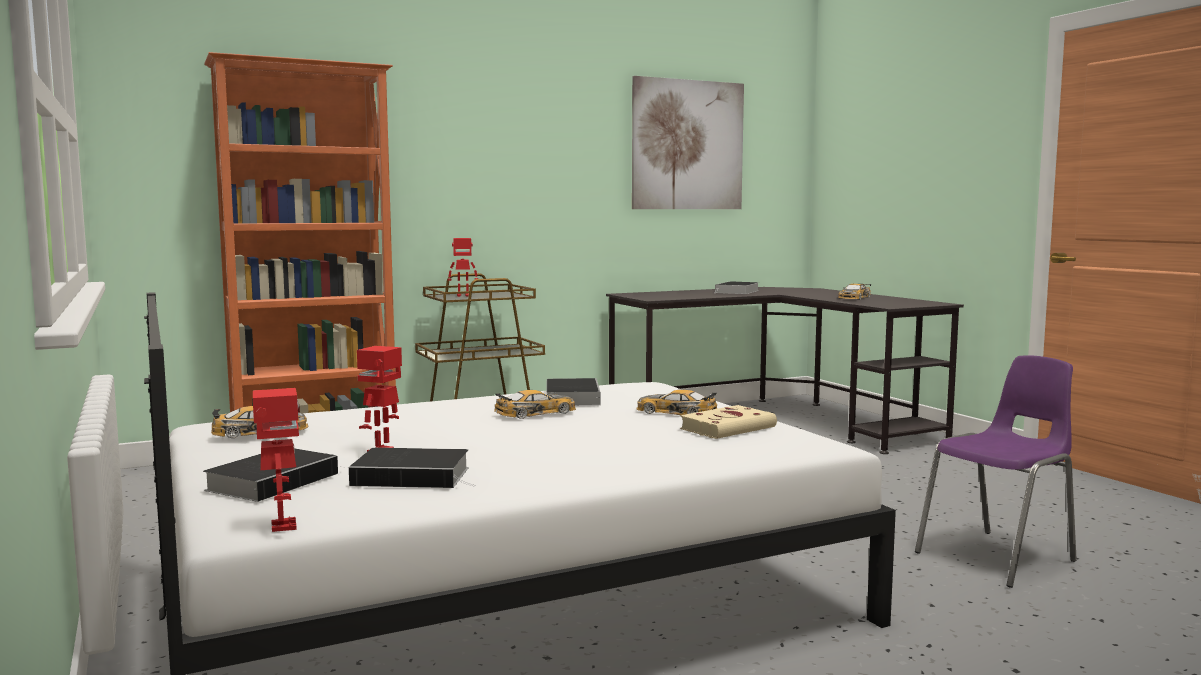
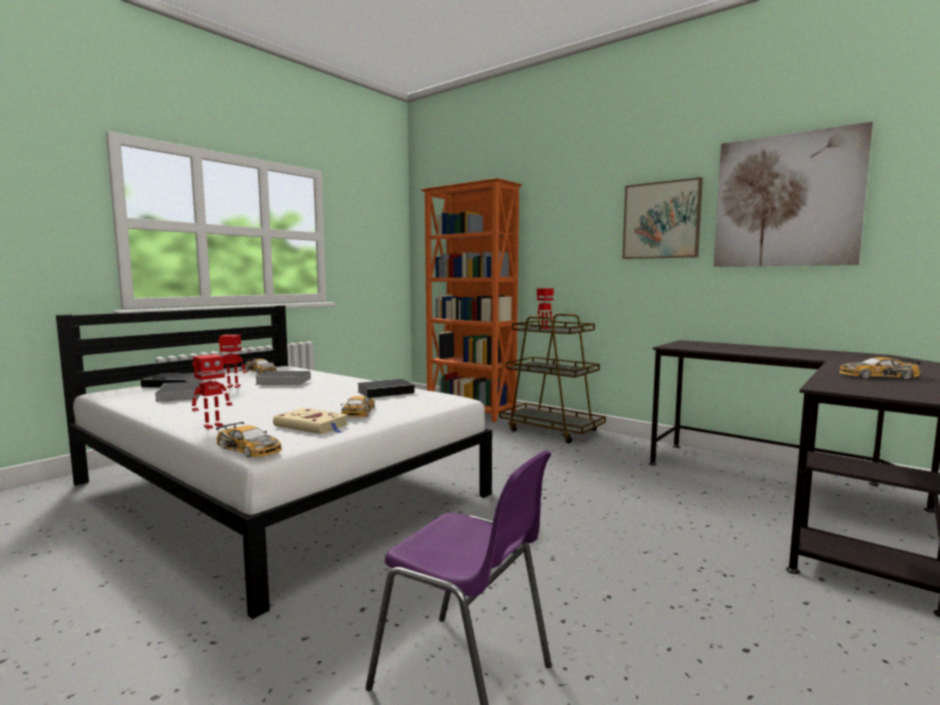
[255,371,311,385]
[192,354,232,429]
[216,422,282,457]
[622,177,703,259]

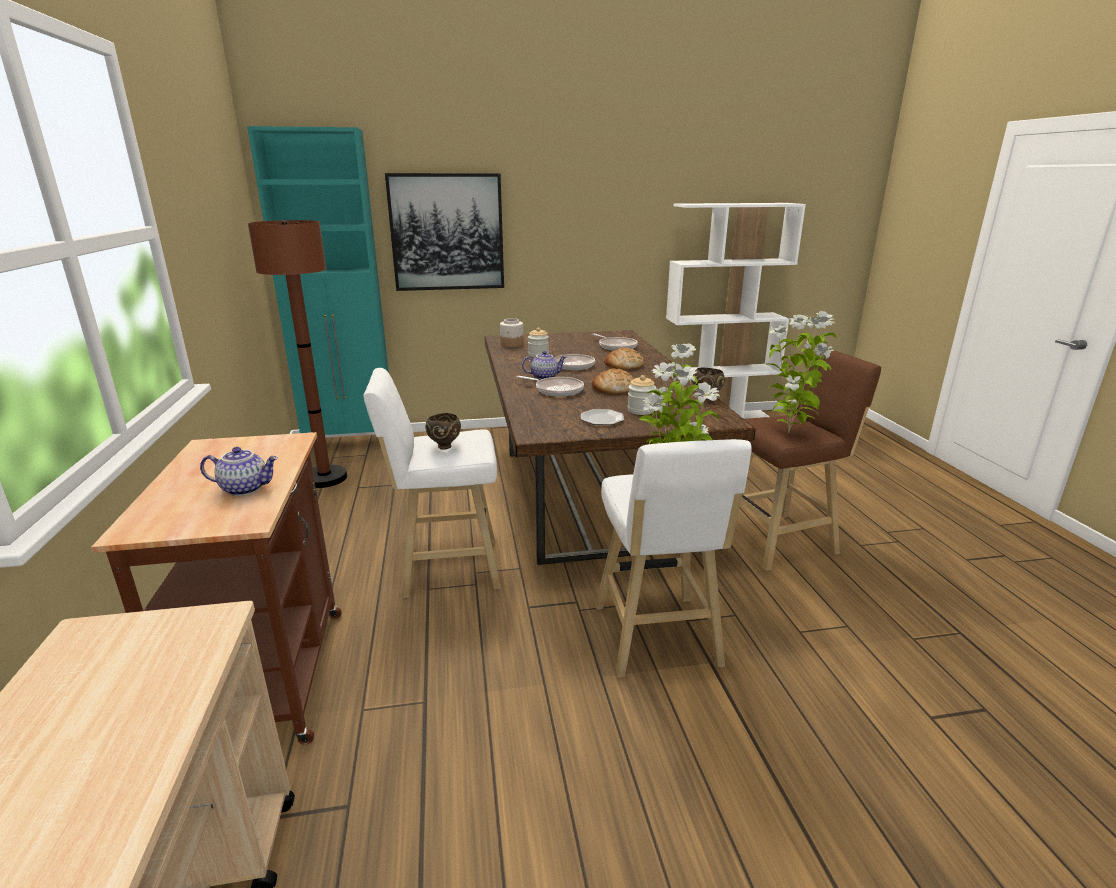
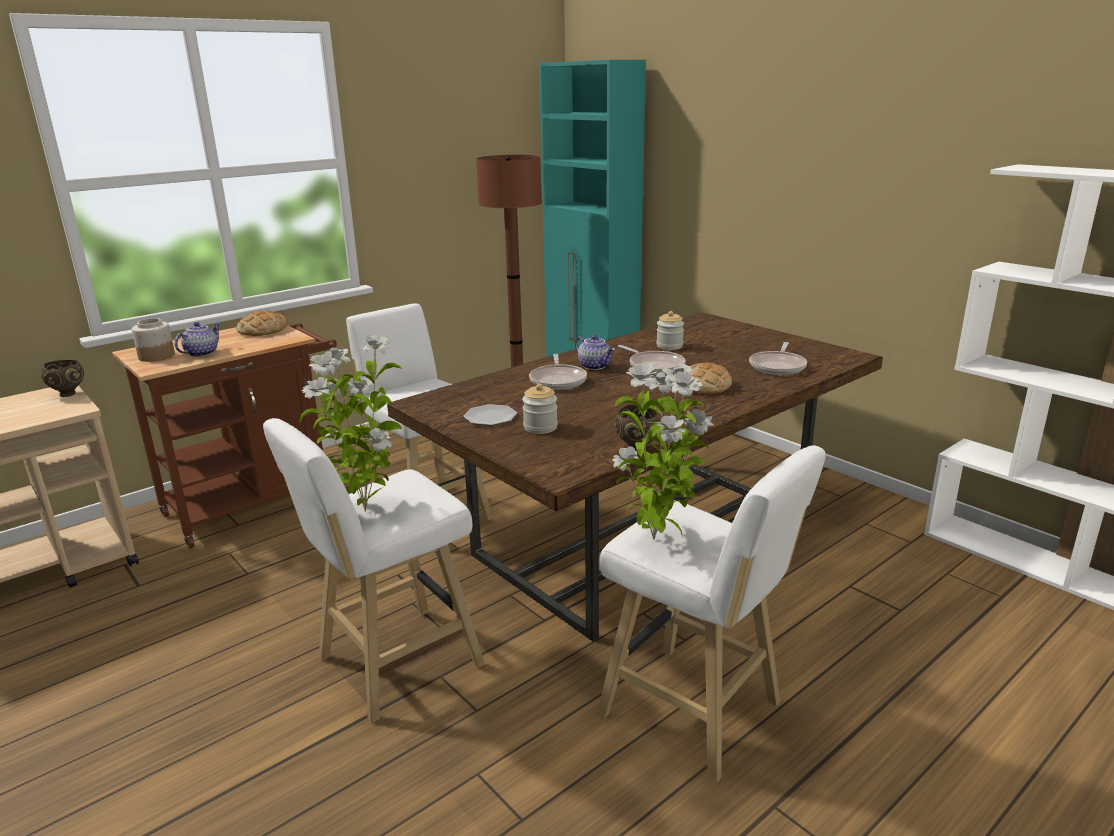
[385,173,504,291] (first image)
[132,318,175,362]
[597,445,826,783]
[237,311,288,336]
[41,360,84,397]
[174,322,220,357]

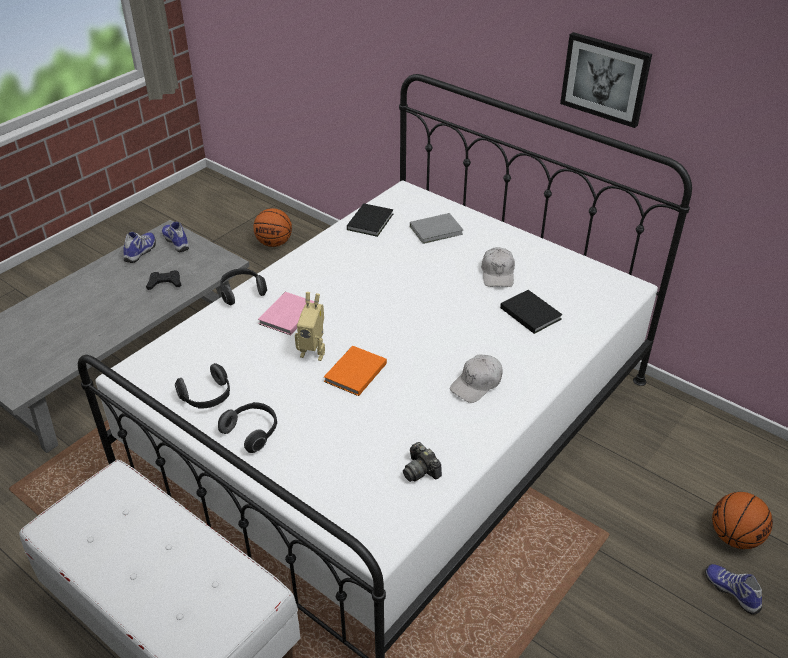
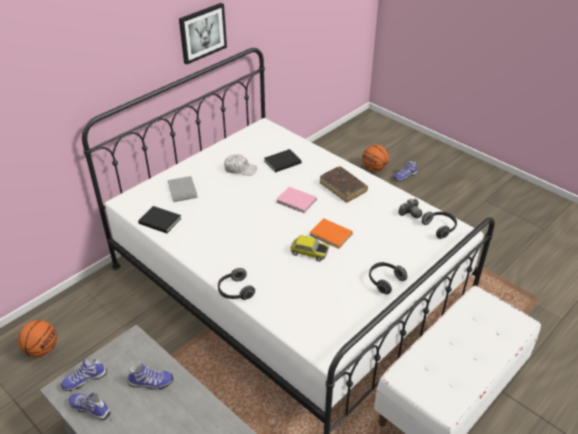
[127,363,173,389]
[276,187,317,213]
[291,235,329,261]
[320,166,368,203]
[422,212,457,239]

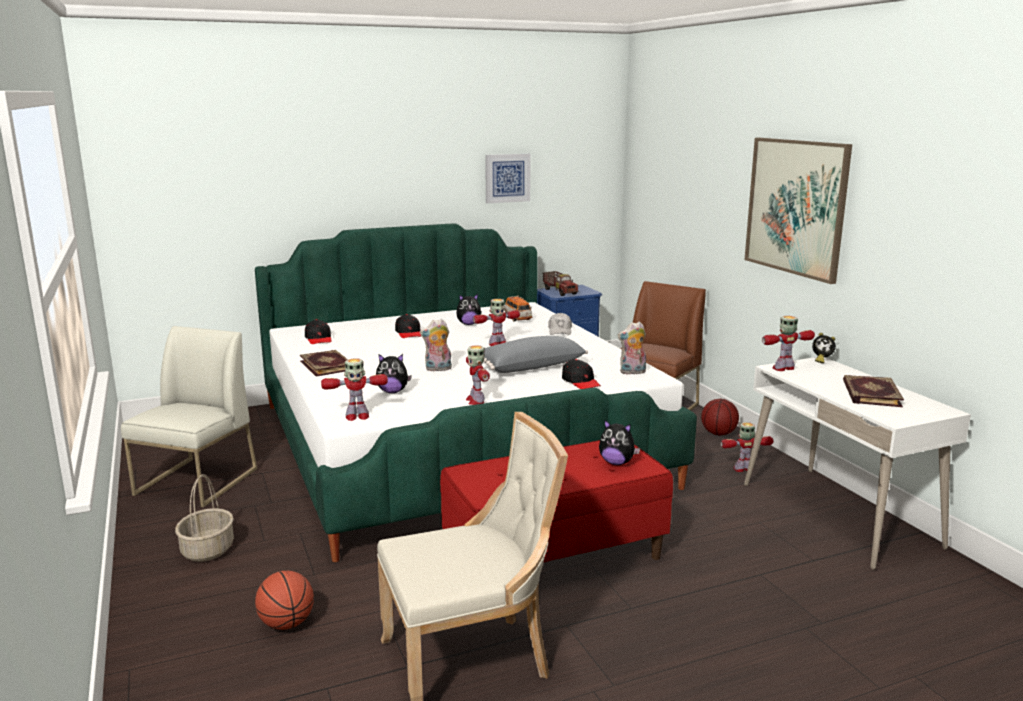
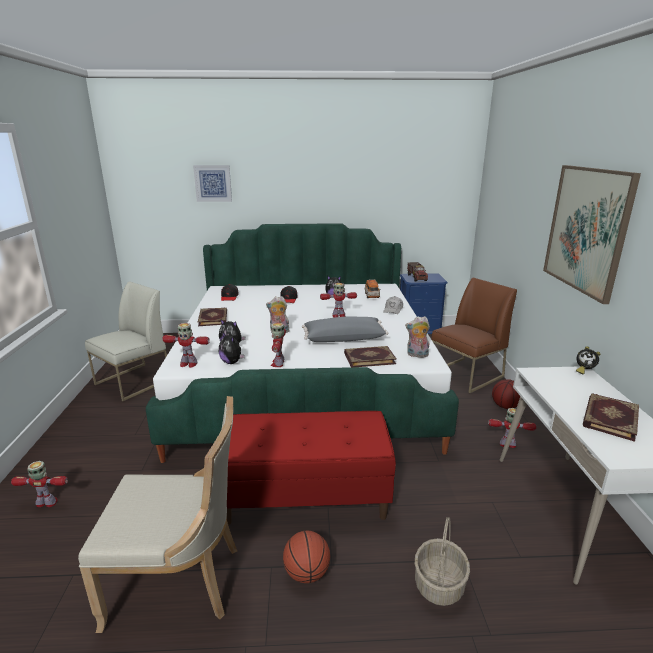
[193,165,232,202]
[11,461,68,507]
[344,346,397,367]
[219,333,245,364]
[415,517,470,606]
[283,531,330,583]

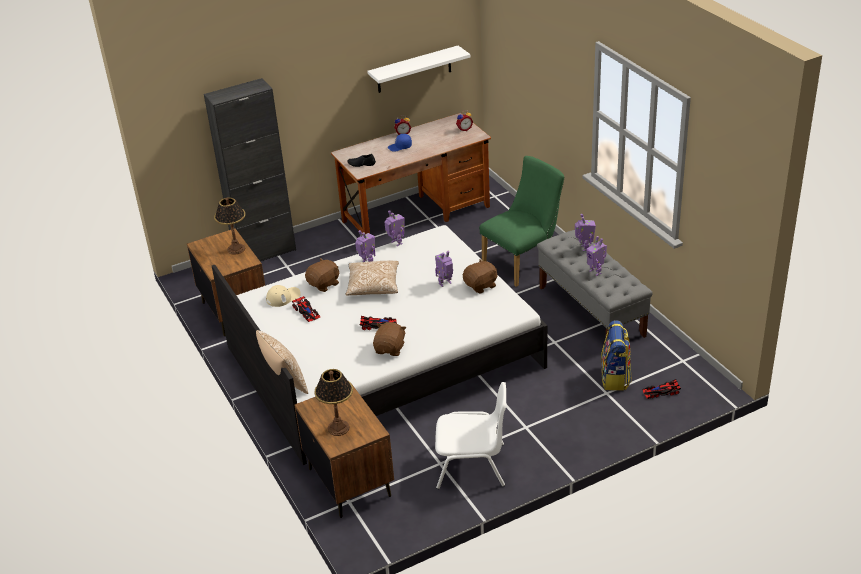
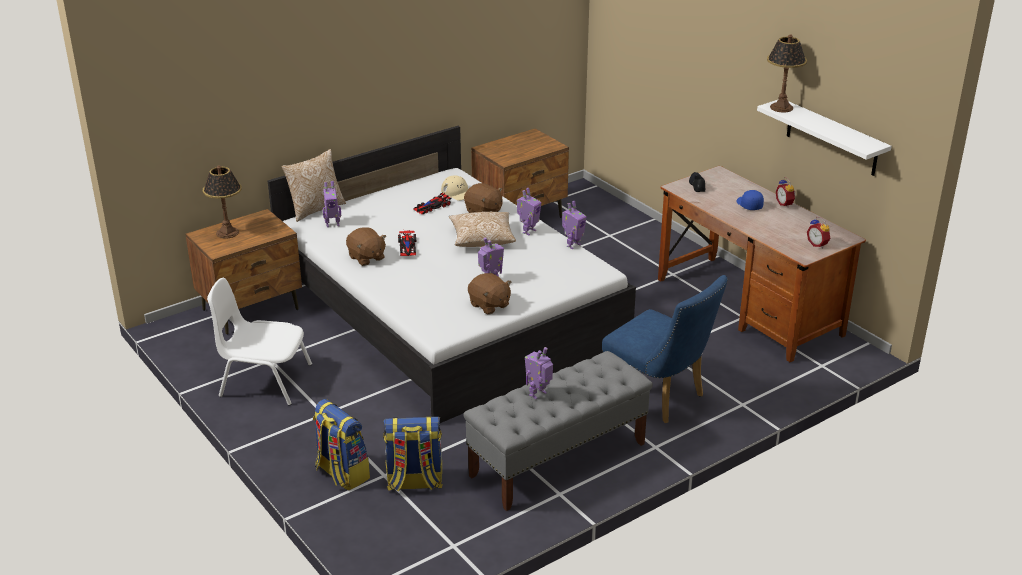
[204,78,296,262] (first image)
[602,275,728,423]
[767,34,807,112]
[323,181,341,227]
[346,227,386,266]
[643,379,681,399] (first image)
[207,278,312,406]
[313,399,370,490]

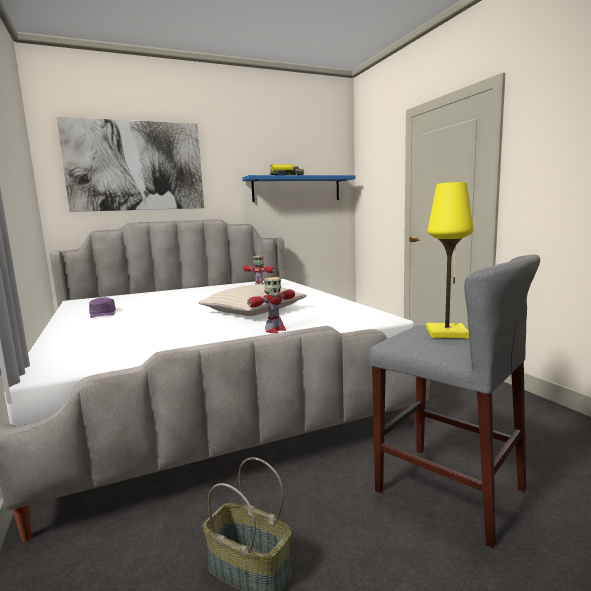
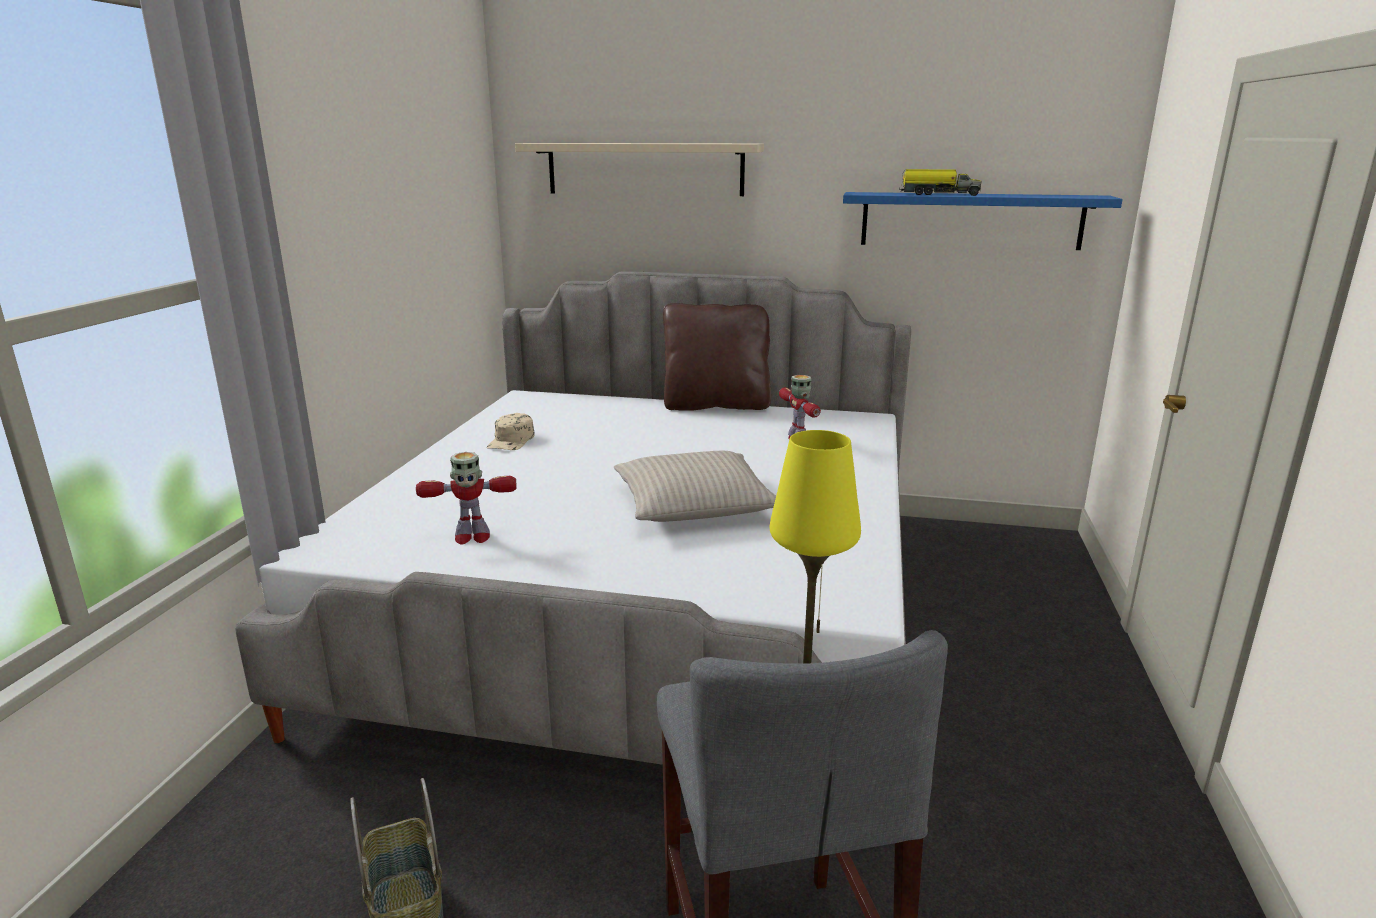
[515,143,764,196]
[416,452,517,544]
[487,413,535,450]
[663,303,771,411]

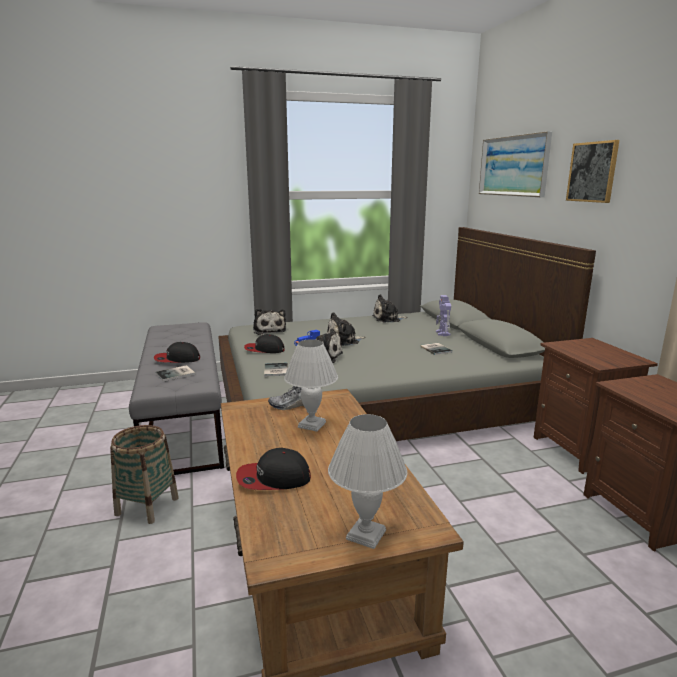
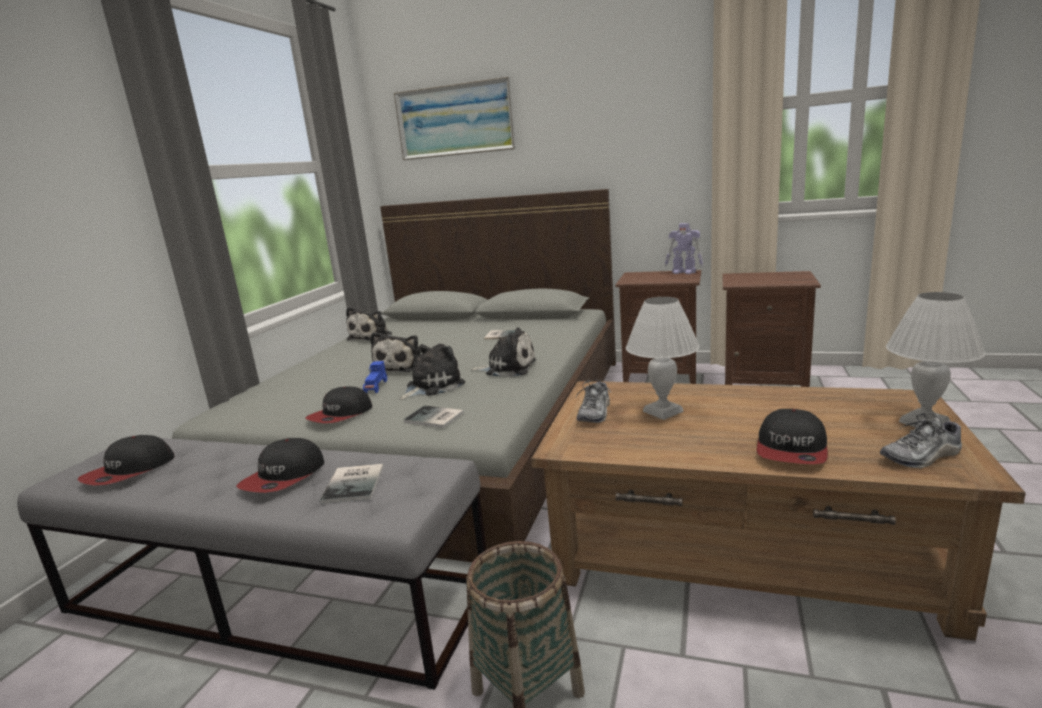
[566,140,619,203] (first image)
[665,223,703,274]
[471,327,536,377]
[880,413,962,469]
[77,435,175,485]

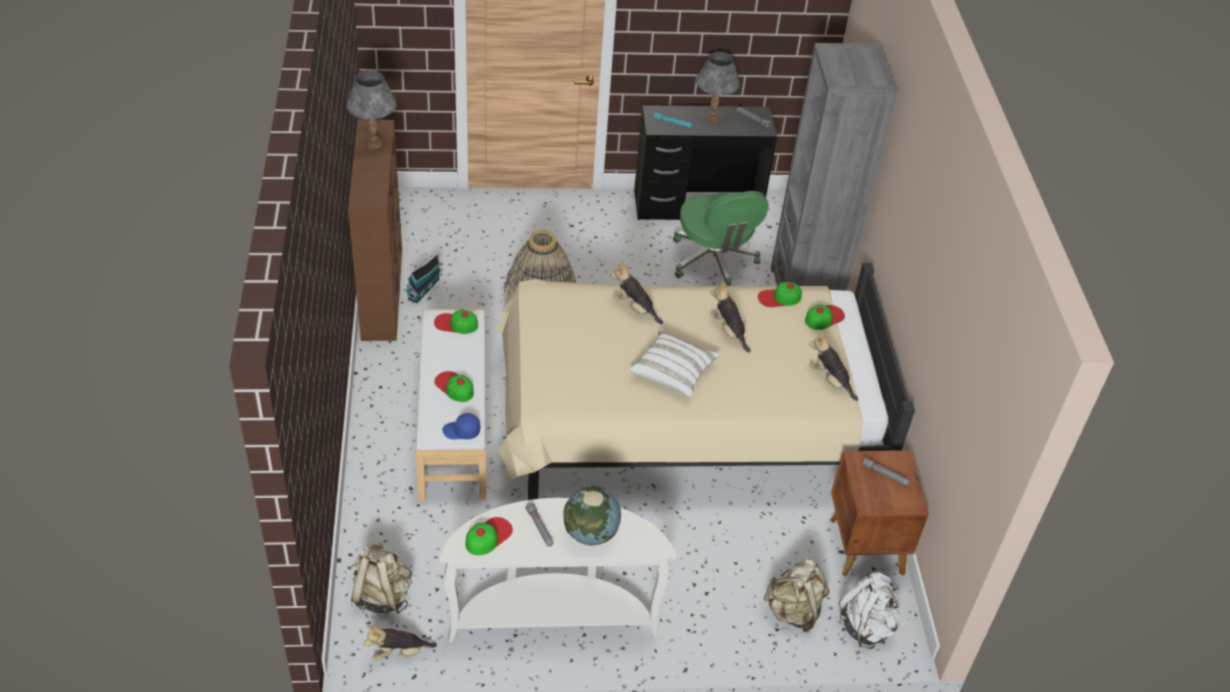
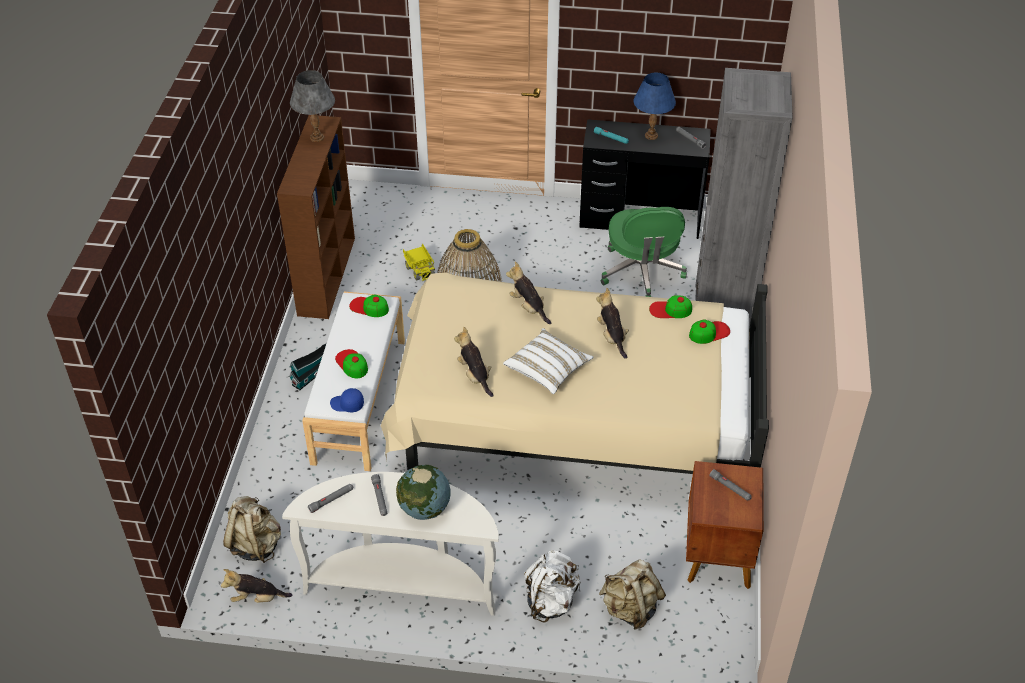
[633,73,676,140]
[289,343,326,390]
[454,327,494,397]
[308,484,353,513]
[525,550,581,622]
[403,244,435,281]

